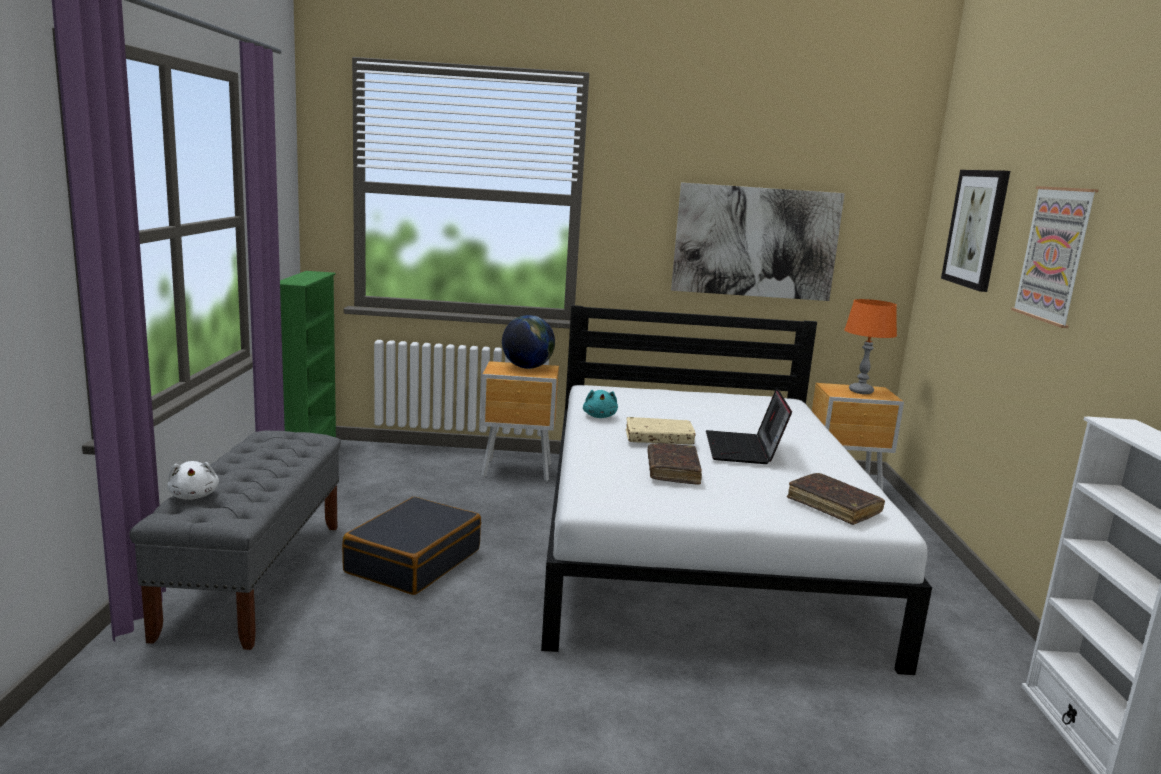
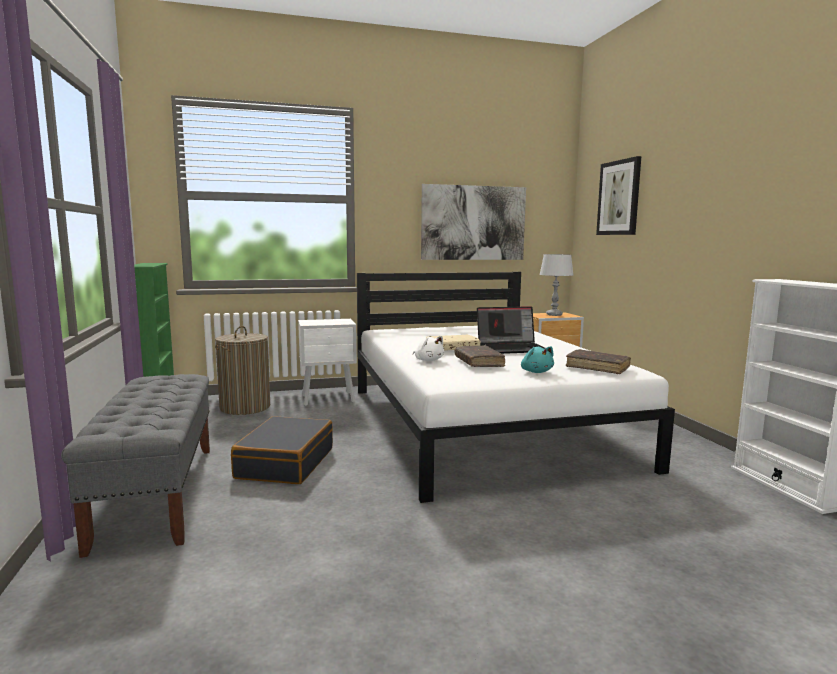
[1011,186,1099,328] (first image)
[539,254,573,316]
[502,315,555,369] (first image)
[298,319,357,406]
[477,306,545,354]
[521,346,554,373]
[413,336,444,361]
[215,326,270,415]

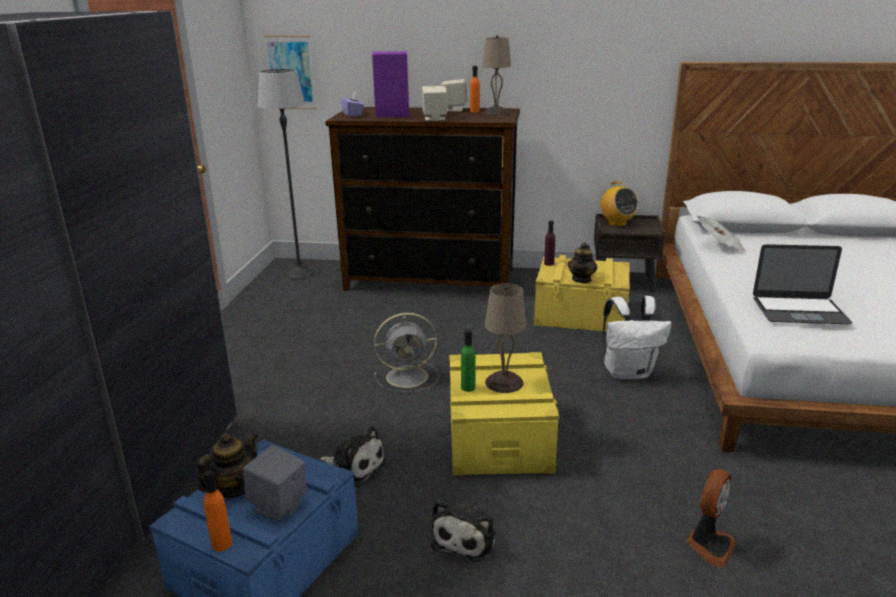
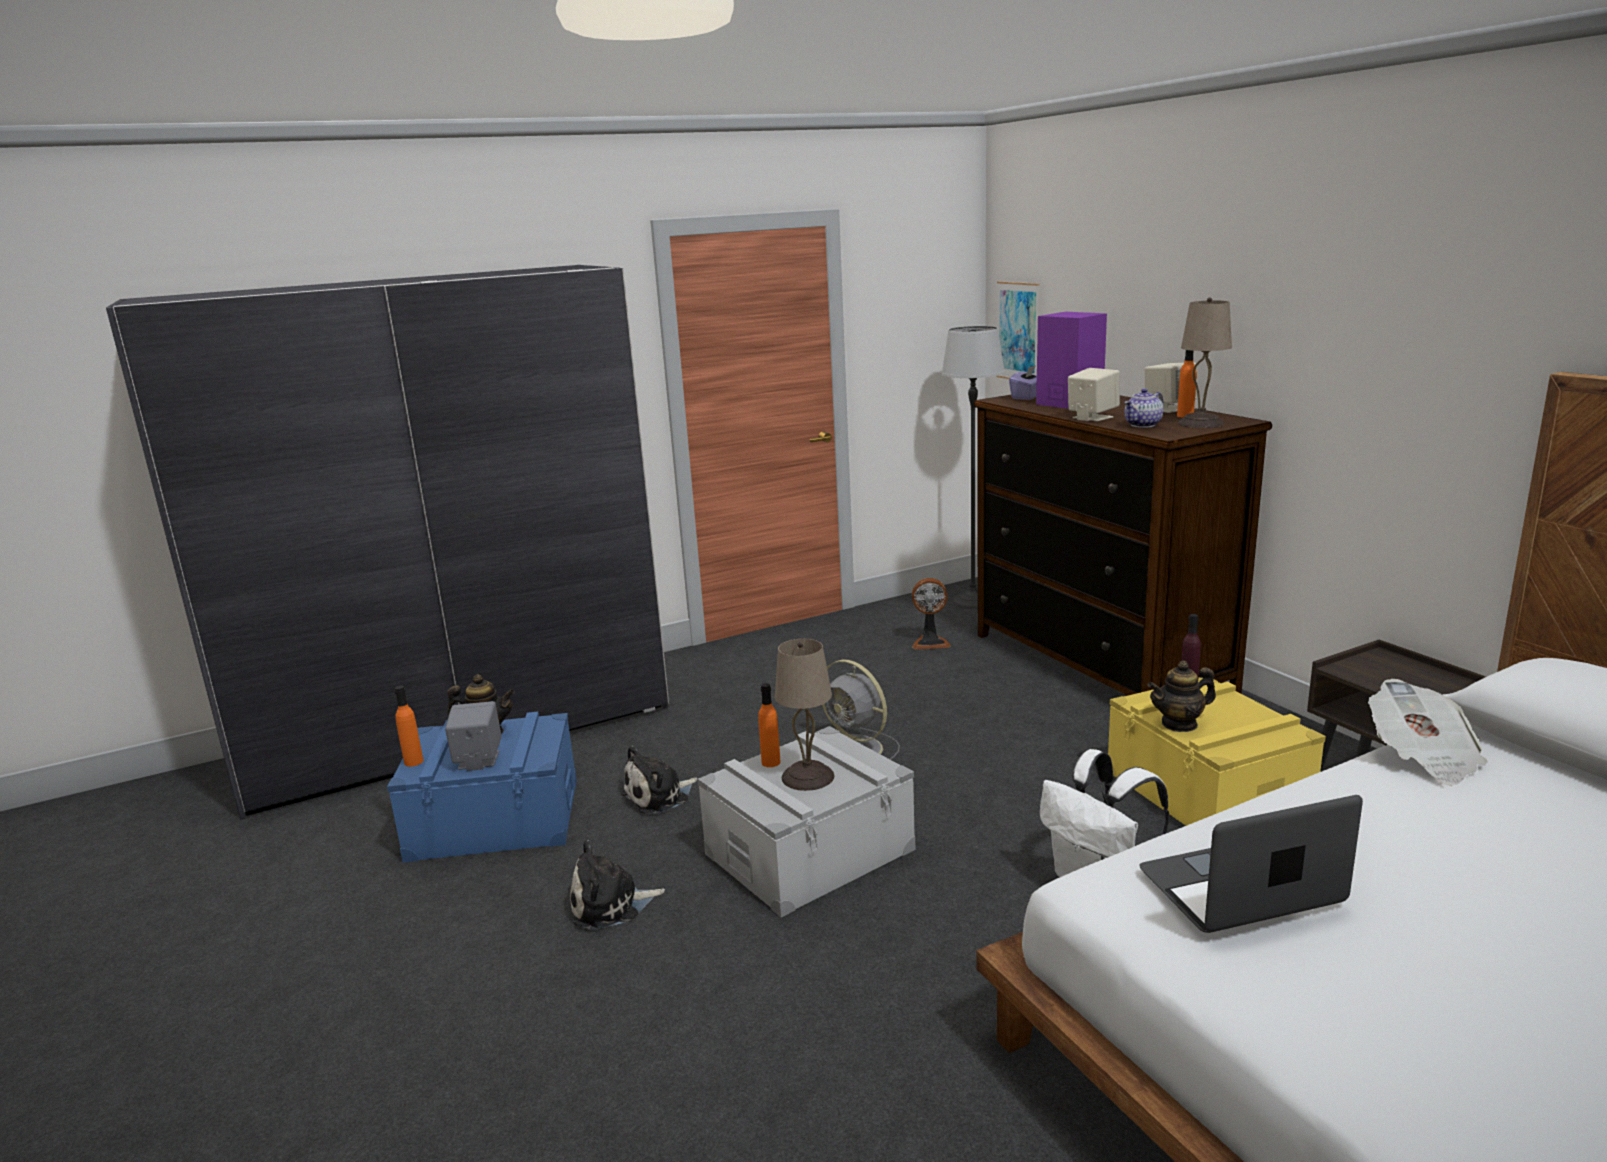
[600,181,638,226] (first image)
[1139,795,1363,933]
[758,683,780,767]
[697,726,915,918]
[621,746,697,814]
[912,578,951,650]
[1124,389,1164,428]

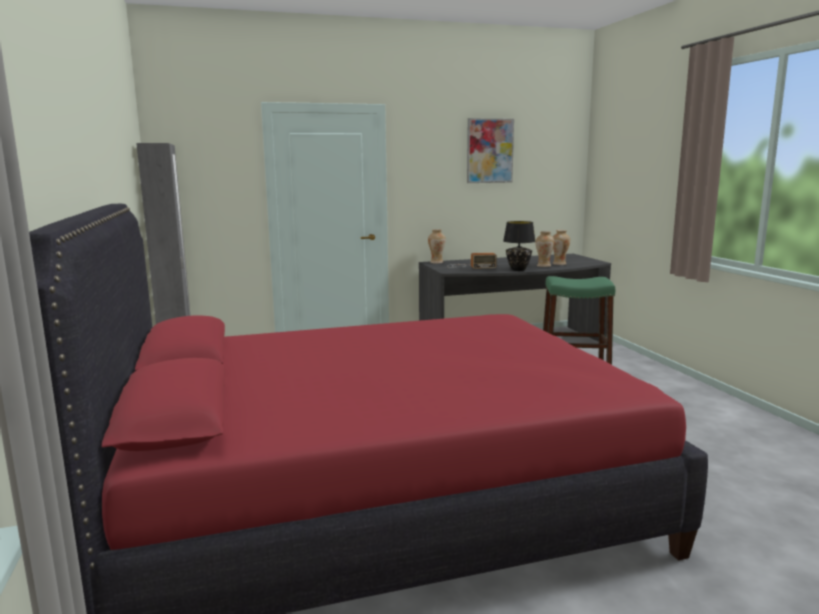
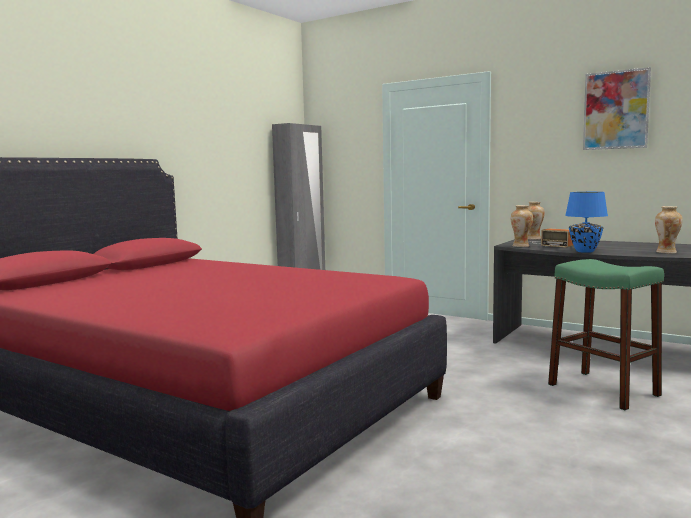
[565,192,608,253]
[511,205,533,247]

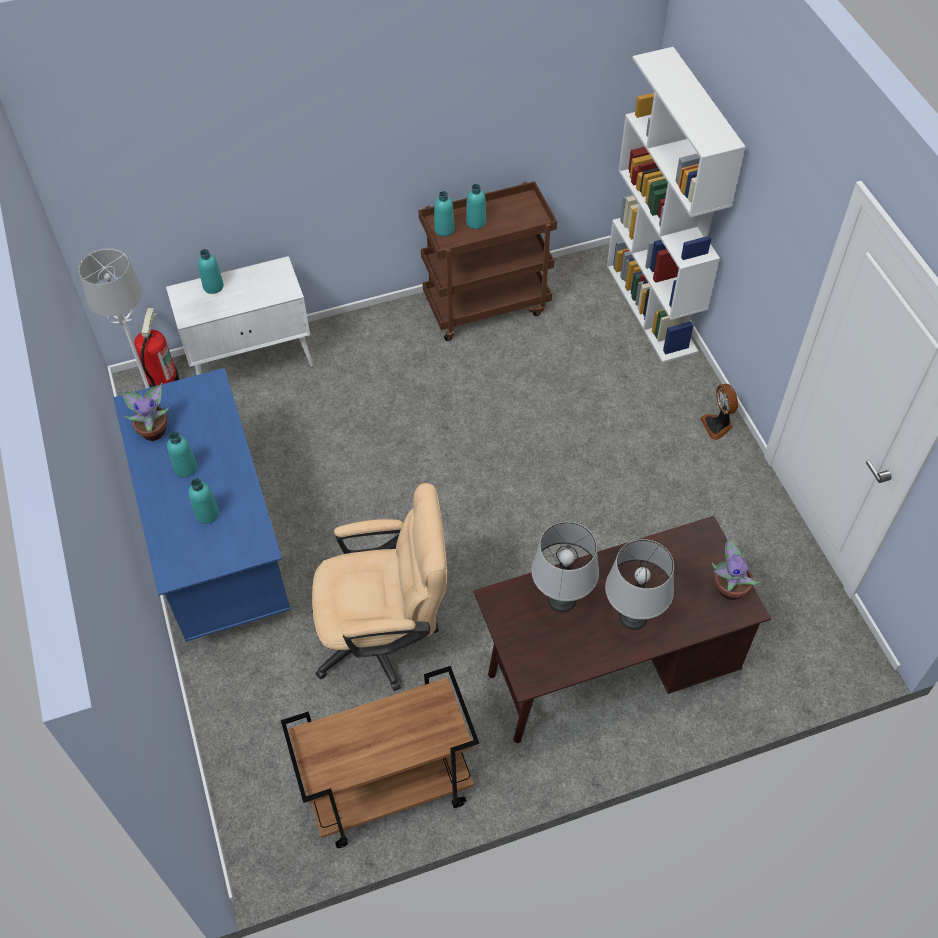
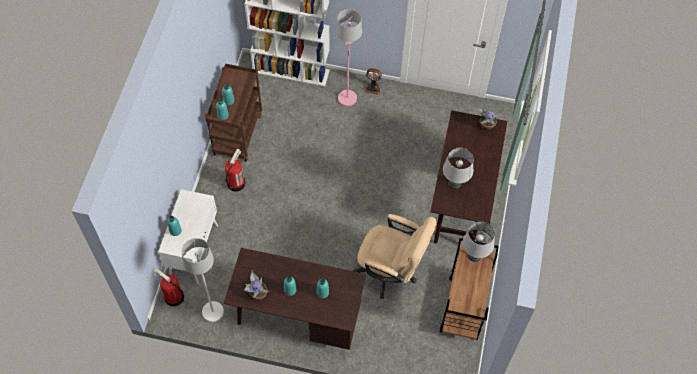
[223,248,367,350]
[353,214,437,299]
[462,222,495,262]
[335,9,362,106]
[225,149,245,192]

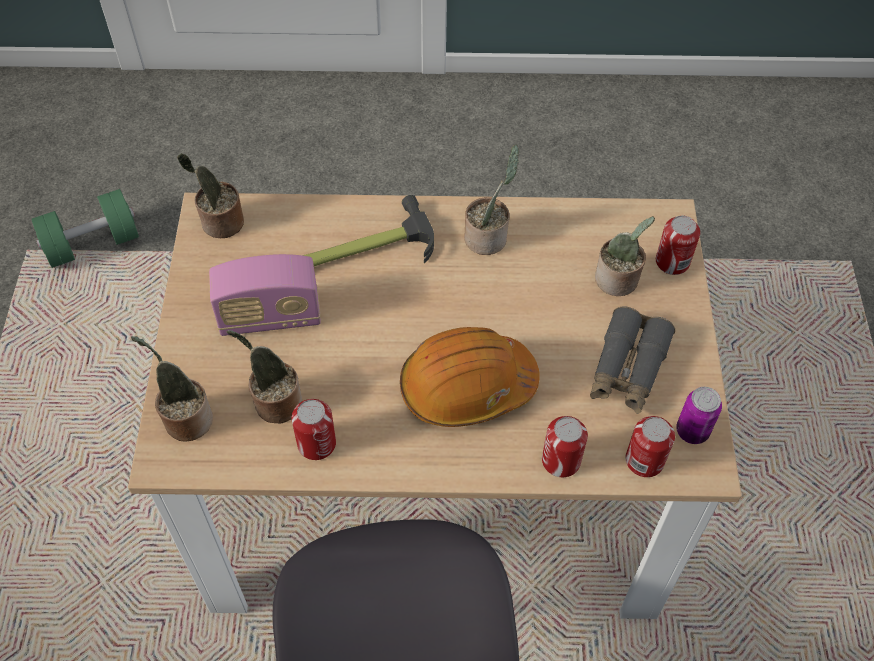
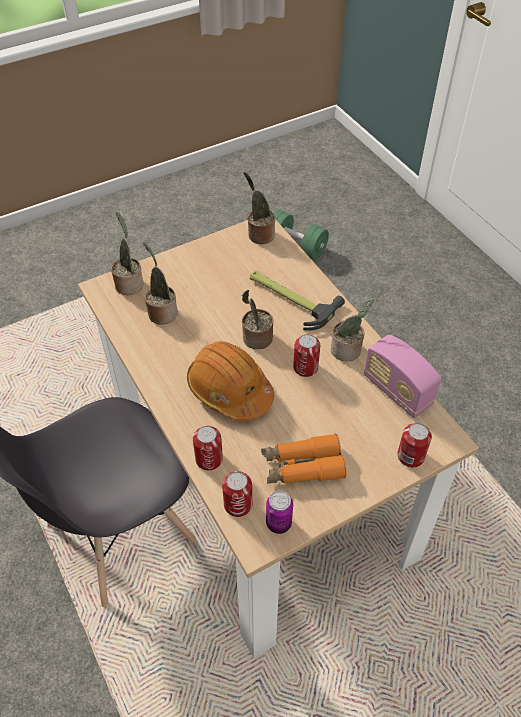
[242,290,273,349]
[364,334,441,418]
[261,433,347,484]
[293,334,320,377]

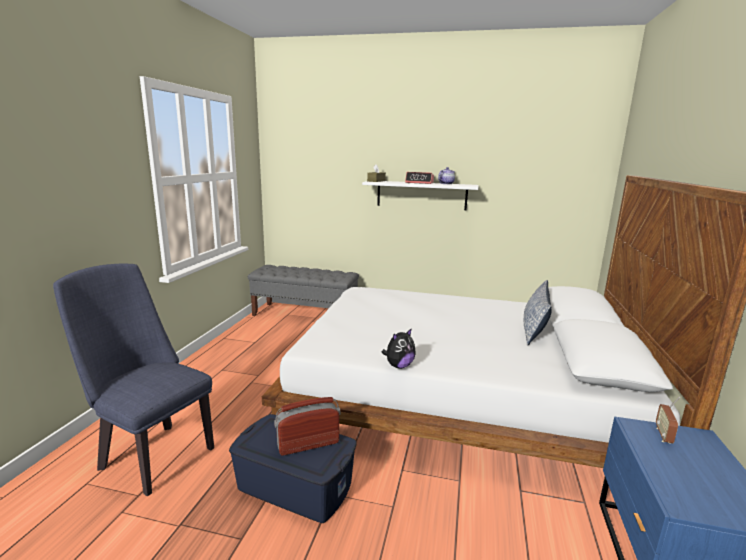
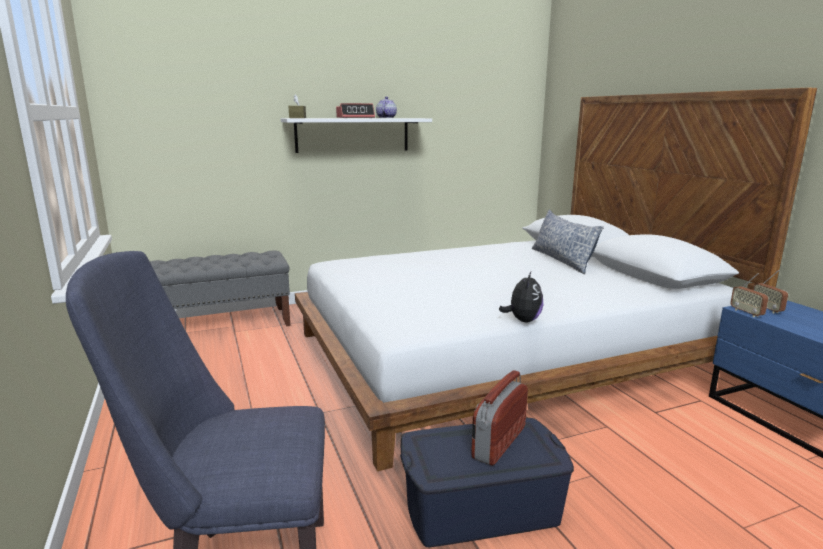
[730,273,768,317]

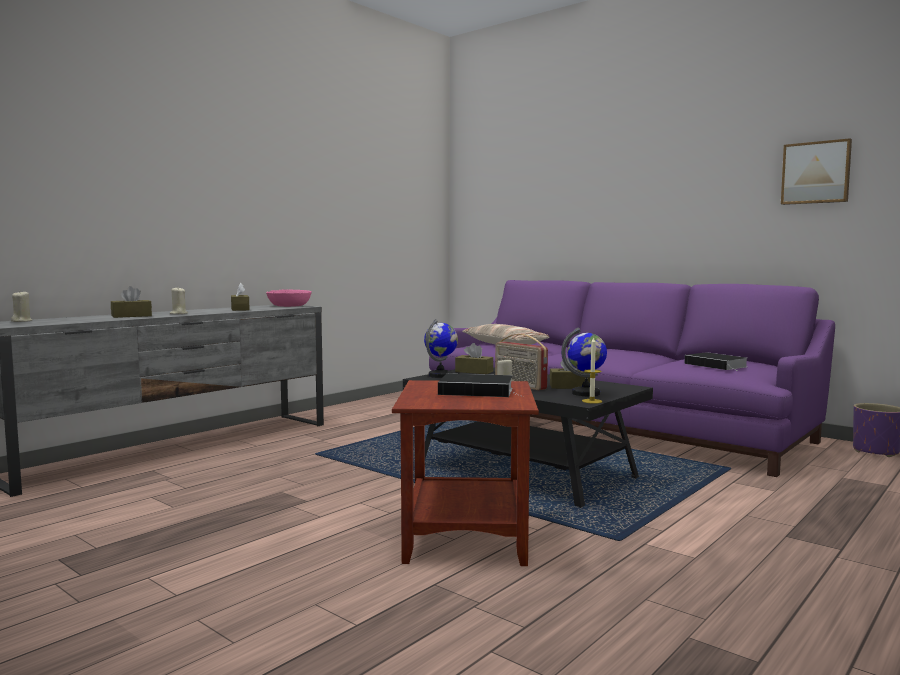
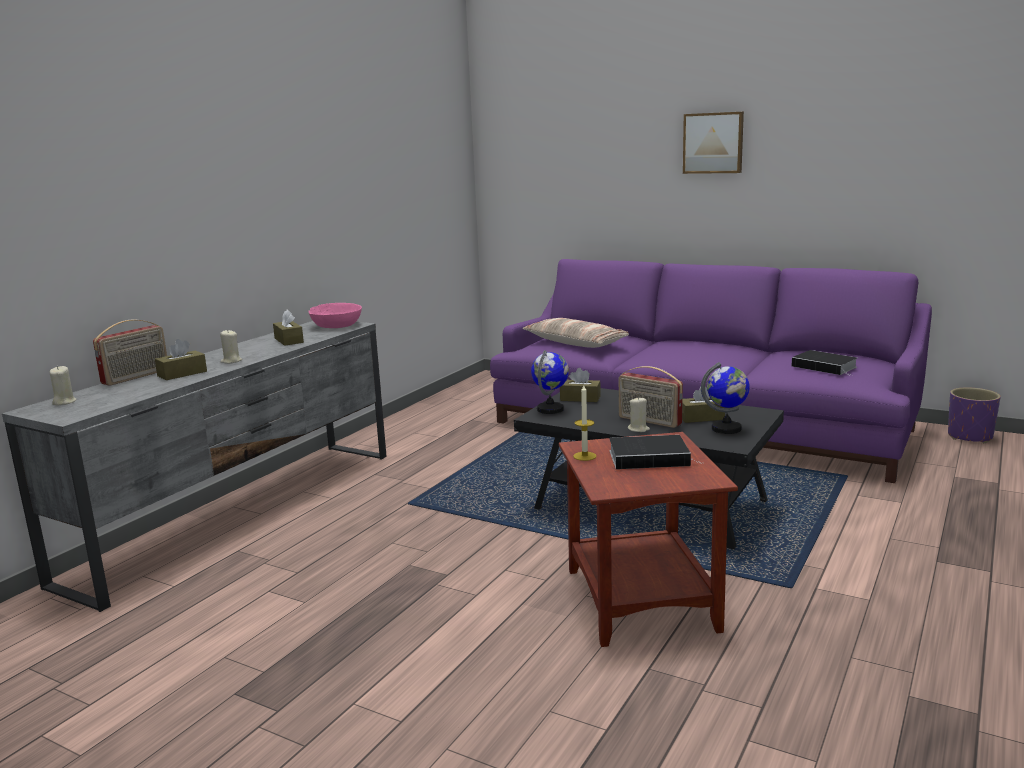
[683,112,744,174]
[573,385,597,461]
[93,320,167,386]

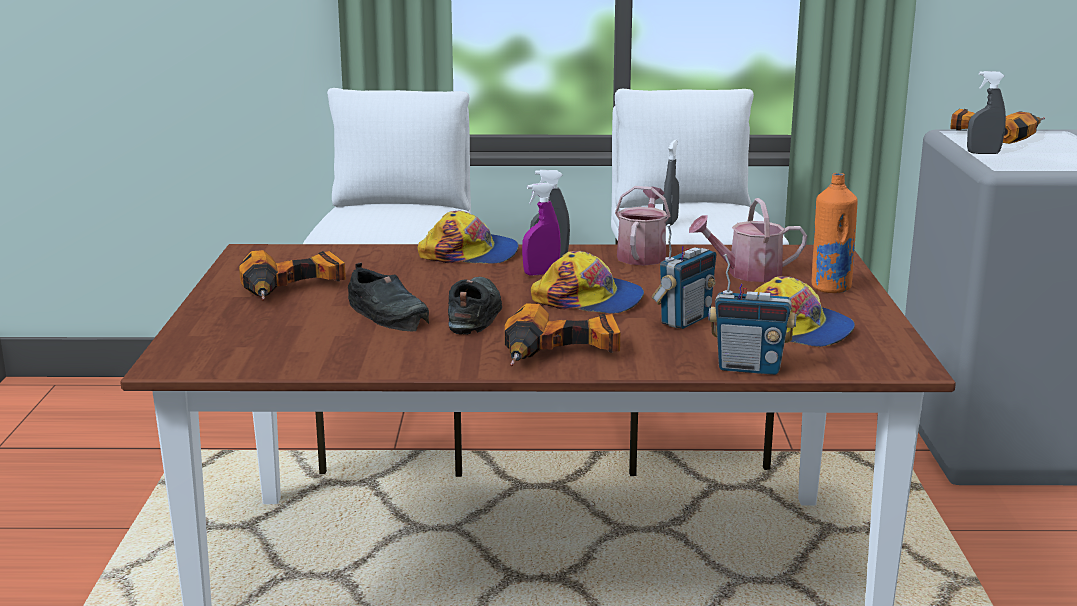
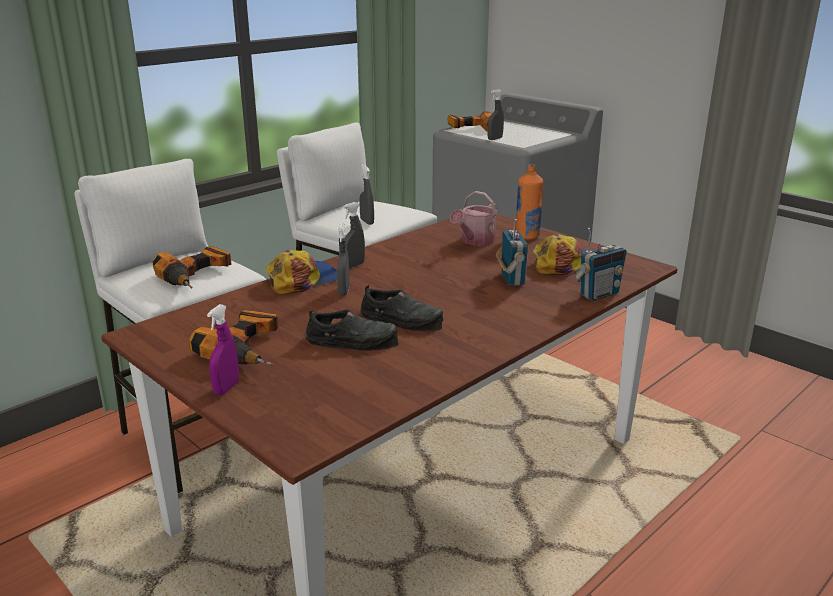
[207,304,239,395]
[615,186,670,266] (first image)
[531,251,644,314] (first image)
[360,285,443,331]
[152,246,232,289]
[337,223,350,295]

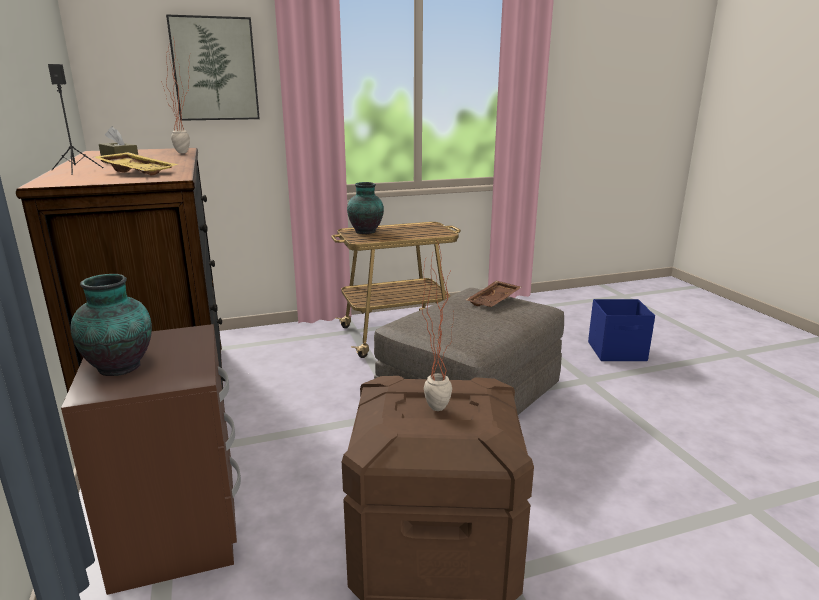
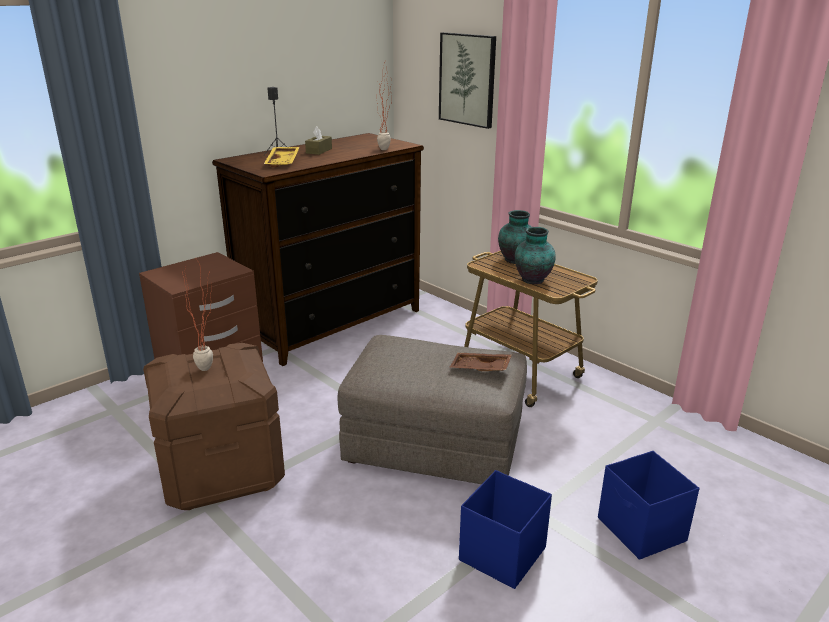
[515,227,556,284]
[459,470,552,589]

